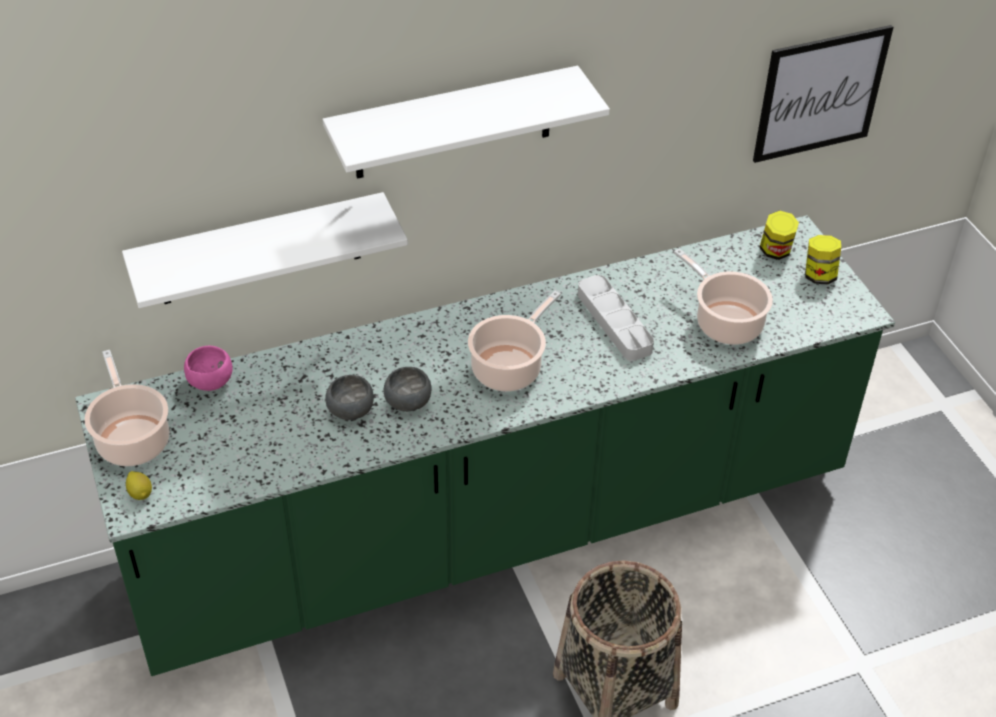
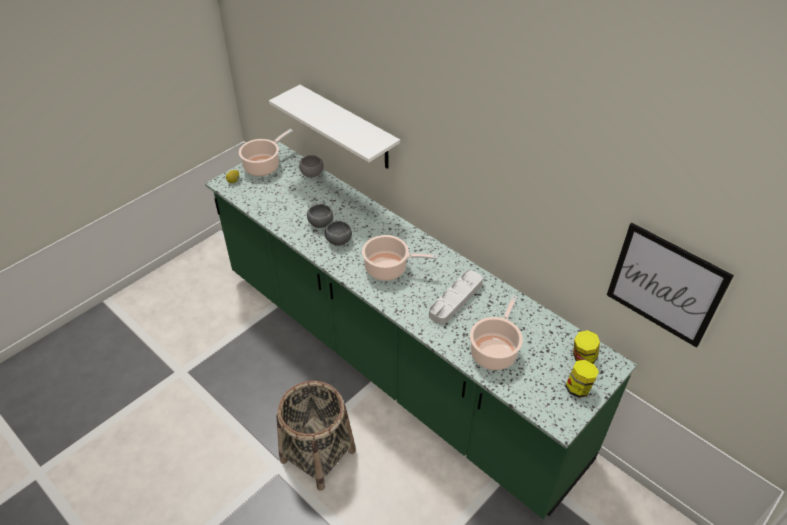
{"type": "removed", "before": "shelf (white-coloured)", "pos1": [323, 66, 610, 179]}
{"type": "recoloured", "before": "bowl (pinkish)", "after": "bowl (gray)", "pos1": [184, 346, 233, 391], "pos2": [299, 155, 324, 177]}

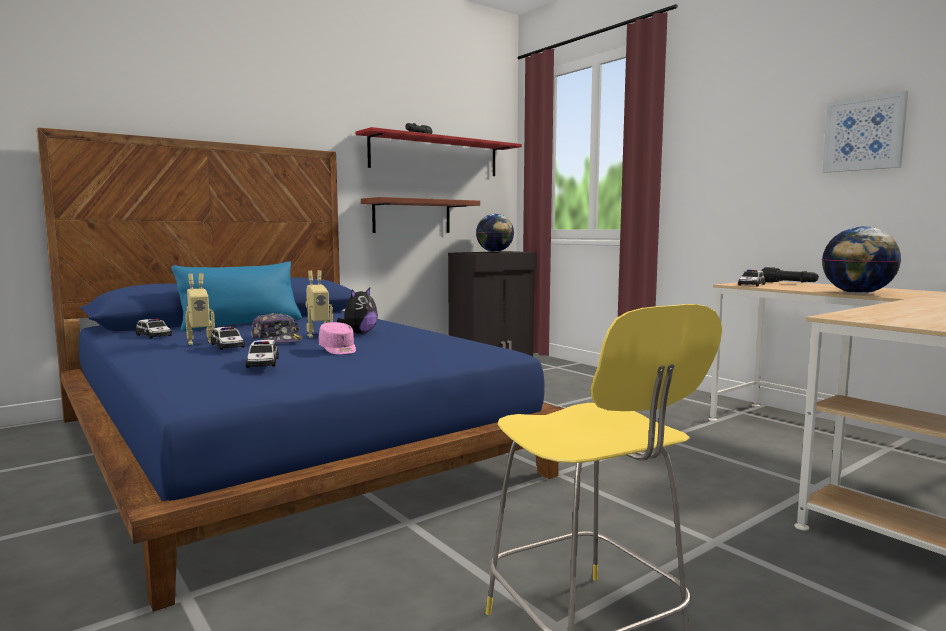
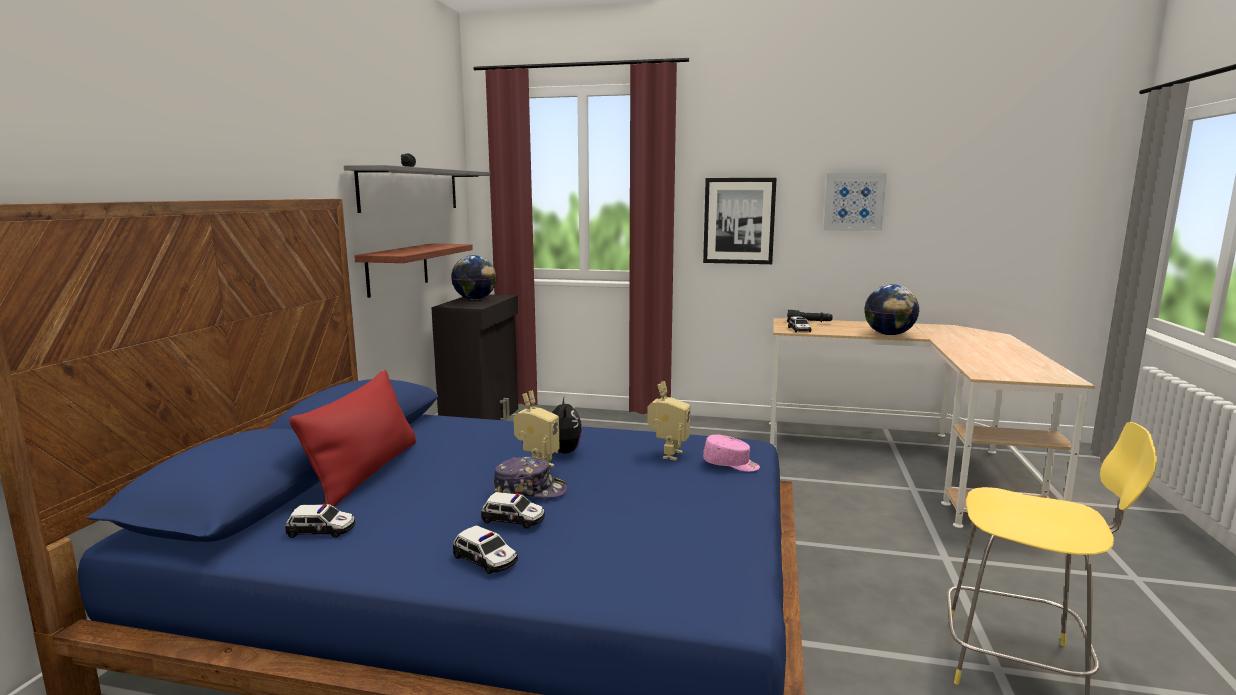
{"type": "recoloured", "before": "shelf (red-coloured)", "after": "shelf (gray)", "pos1": [356, 127, 522, 176], "pos2": [344, 165, 490, 213]}
{"type": "recoloured", "before": "cushion (bluish)", "after": "cushion (red-coloured)", "pos1": [171, 261, 302, 331], "pos2": [289, 370, 416, 507]}
{"type": "moved", "before": "model robot", "pos1": [185, 273, 215, 345], "pos2": [647, 381, 691, 461]}
{"type": "moved", "before": "cap (pinkish)", "pos1": [319, 322, 356, 355], "pos2": [703, 434, 760, 472]}
{"type": "moved", "before": "miniature car", "pos1": [246, 340, 279, 368], "pos2": [453, 525, 518, 574]}
{"type": "added", "after": "picture", "pos2": [703, 178, 777, 264]}

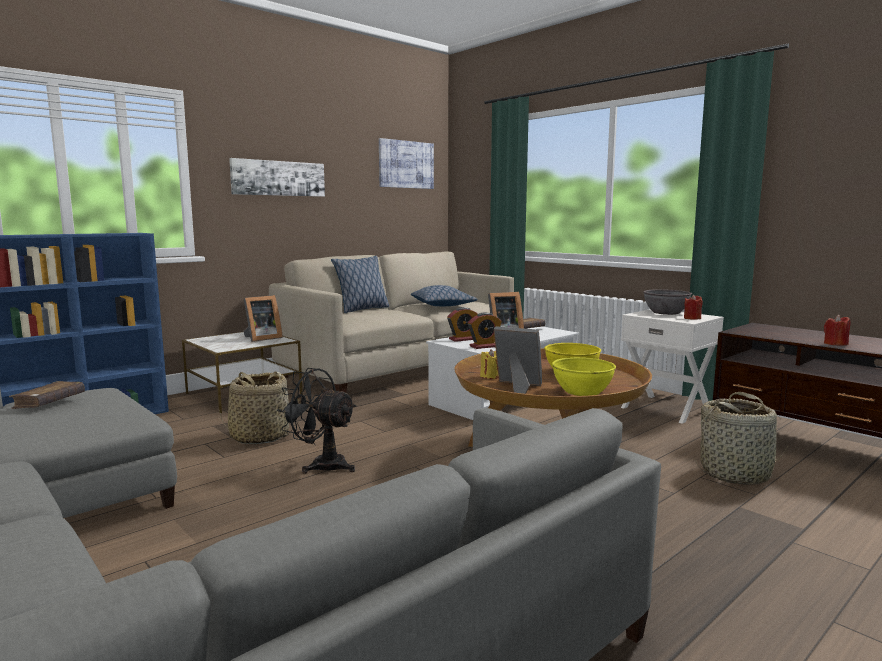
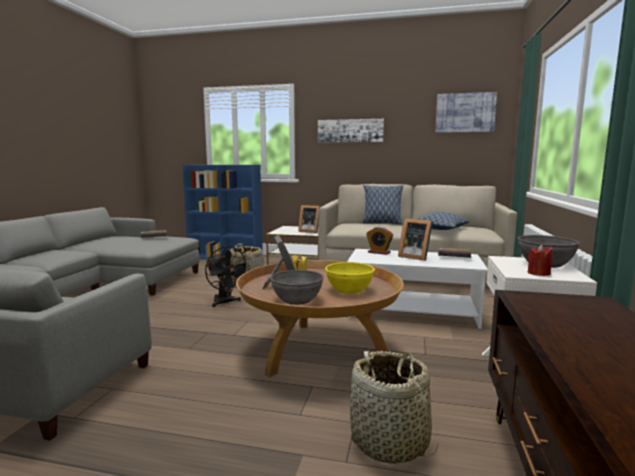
{"type": "removed", "before": "alarm clock", "pos1": [468, 312, 502, 349]}
{"type": "removed", "before": "wax light (red-coloured)", "pos1": [824, 315, 850, 345]}
{"type": "recoloured", "before": "bowl (yellow-coloured)", "after": "bowl (gray)", "pos1": [552, 357, 616, 396], "pos2": [270, 270, 324, 305]}
{"type": "turned", "before": "electric fan (blackish)", "pos1": [277, 368, 356, 474], "pos2": [205, 246, 249, 307], "turn": 150}

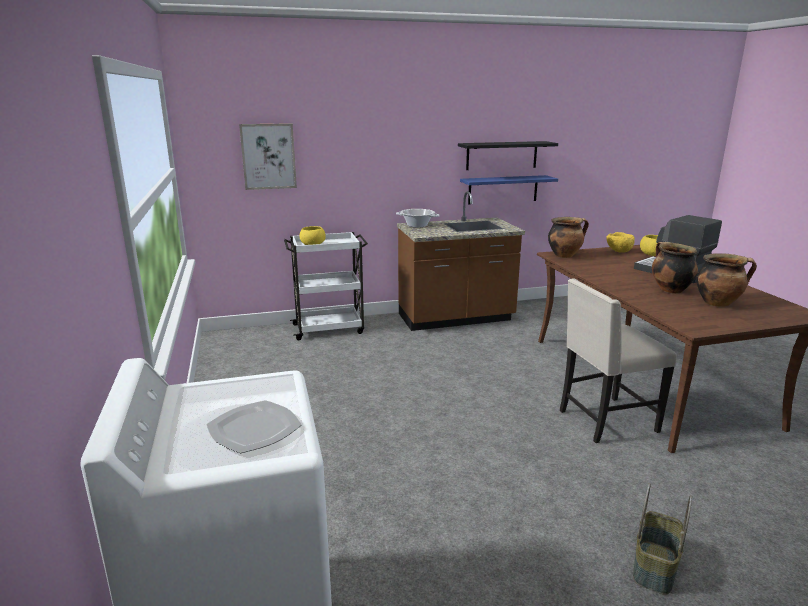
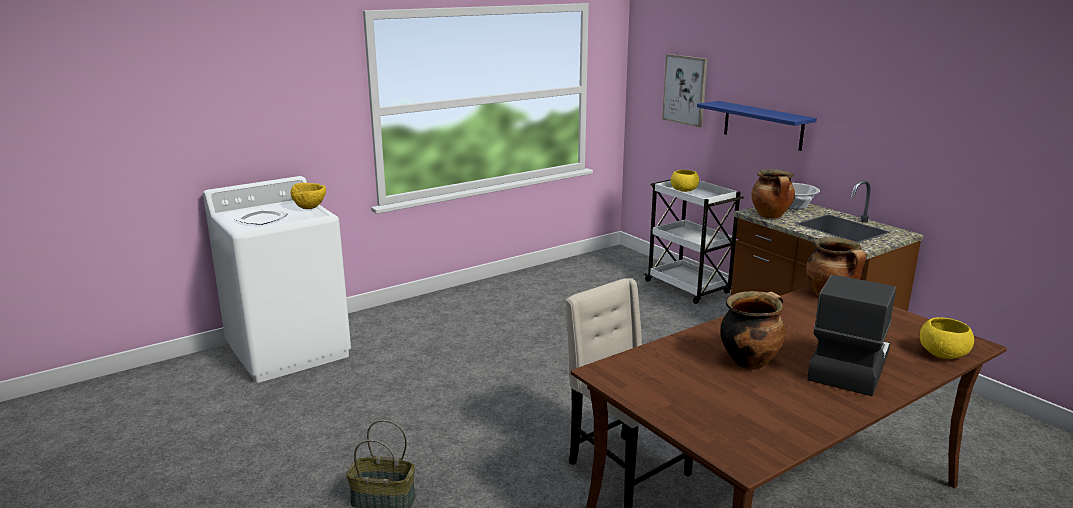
{"type": "removed", "before": "shelf (blackish)", "pos1": [458, 141, 558, 170]}
{"type": "moved", "before": "shelf (bluish)", "pos1": [460, 175, 558, 204], "pos2": [697, 101, 817, 151]}
{"type": "moved", "before": "bowl (yellow-coloured)", "pos1": [606, 232, 635, 253], "pos2": [291, 183, 326, 209]}
{"type": "moved", "before": "saucepot", "pos1": [696, 253, 757, 307], "pos2": [751, 169, 795, 219]}

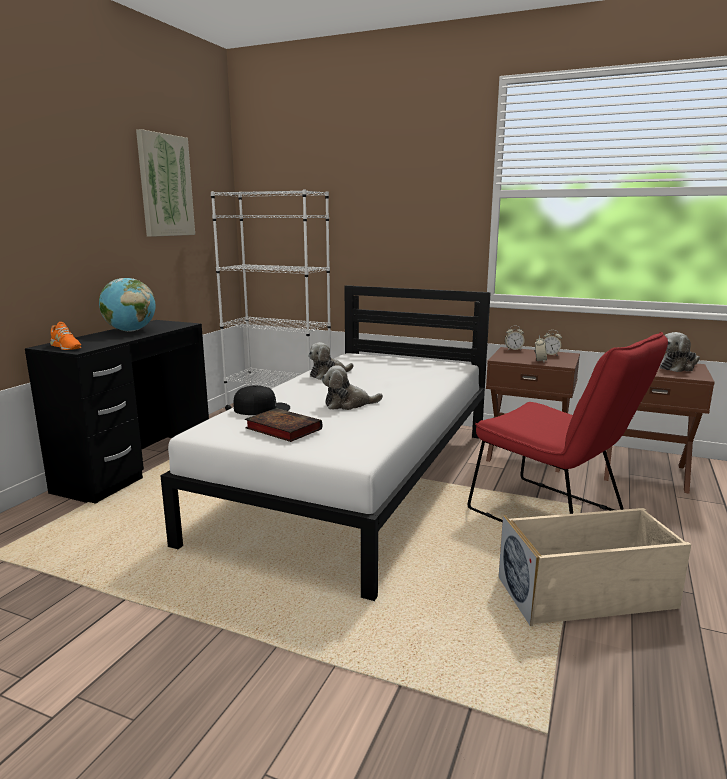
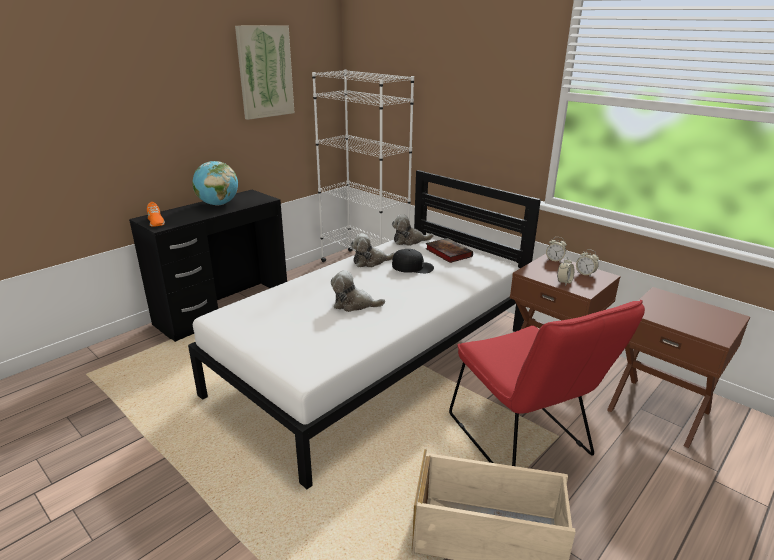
{"type": "moved", "before": "cuddly toy", "pos1": [659, 332, 700, 372], "pos2": [392, 214, 433, 246]}
{"type": "moved", "before": "cap (blackish)", "pos1": [233, 385, 290, 415], "pos2": [392, 249, 434, 273]}
{"type": "moved", "before": "bound book", "pos1": [245, 408, 322, 442], "pos2": [425, 238, 473, 263]}

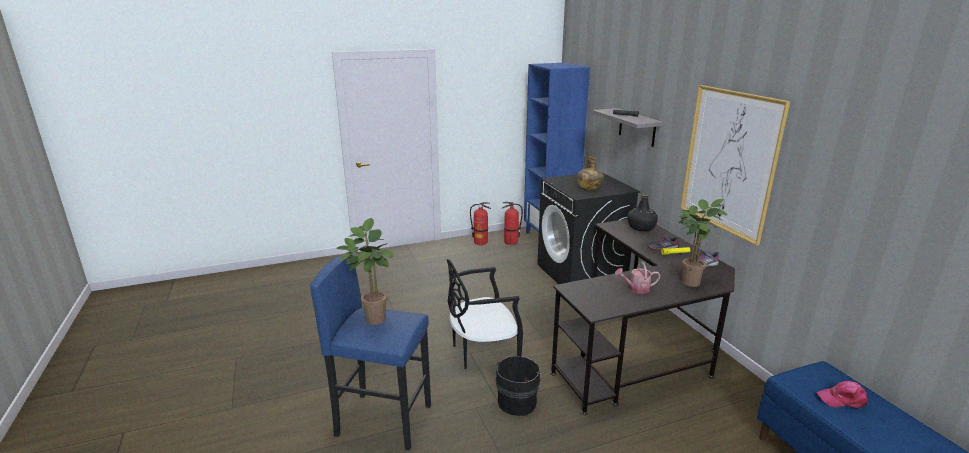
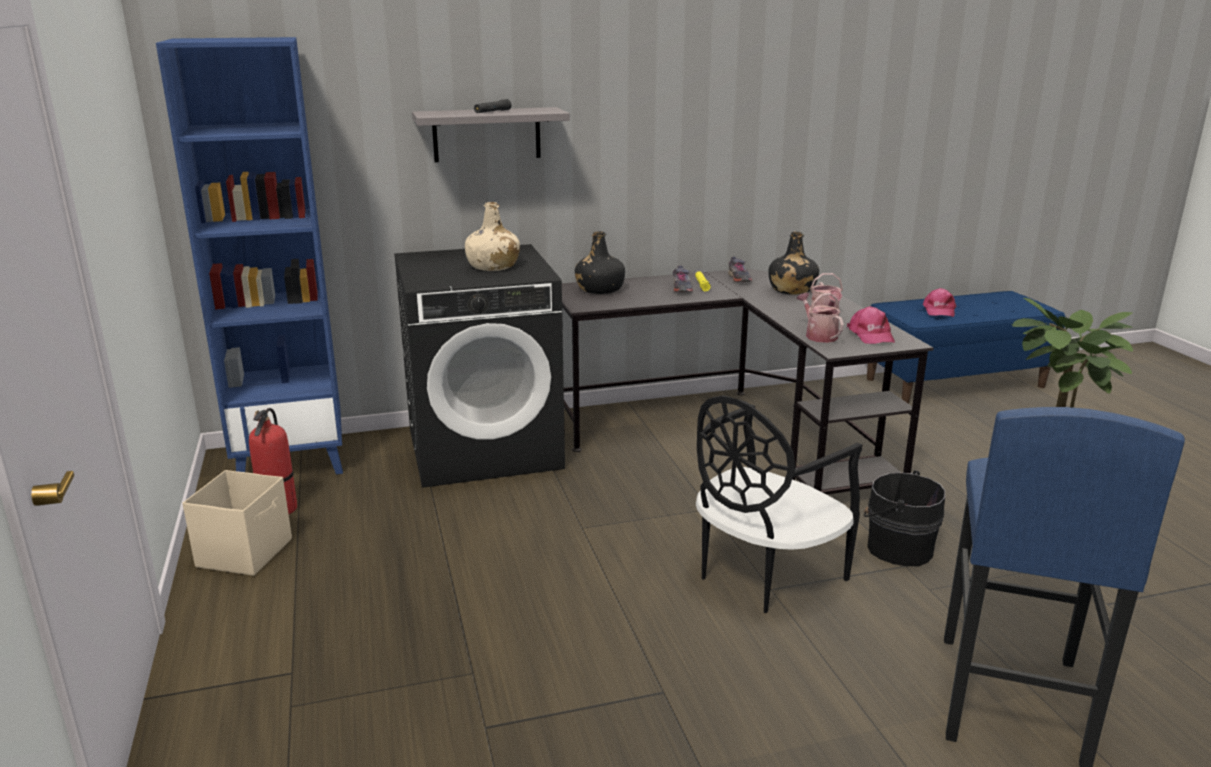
{"type": "removed", "before": "picture", "pos1": [680, 85, 790, 246]}
{"type": "recoloured", "before": "drink bottle (greenish)", "after": "drink bottle (sand-coloured)", "pos1": [577, 156, 604, 190], "pos2": [465, 202, 520, 271]}
{"type": "replaced", "before": "plant in a pot", "after": "drink bottle (blackish)", "pos1": [676, 199, 728, 287], "pos2": [768, 232, 819, 294]}
{"type": "replaced", "before": "fire extinguisher", "after": "storage container (sand-coloured)", "pos1": [470, 202, 491, 245], "pos2": [182, 470, 292, 576]}
{"type": "turned", "before": "upright chair (blackish)", "pos1": [447, 259, 523, 369], "pos2": [696, 395, 862, 613], "turn": 60}
{"type": "added", "after": "sprinkling can", "pos2": [797, 293, 844, 343]}
{"type": "added", "after": "cap (pinkish)", "pos2": [847, 306, 895, 344]}

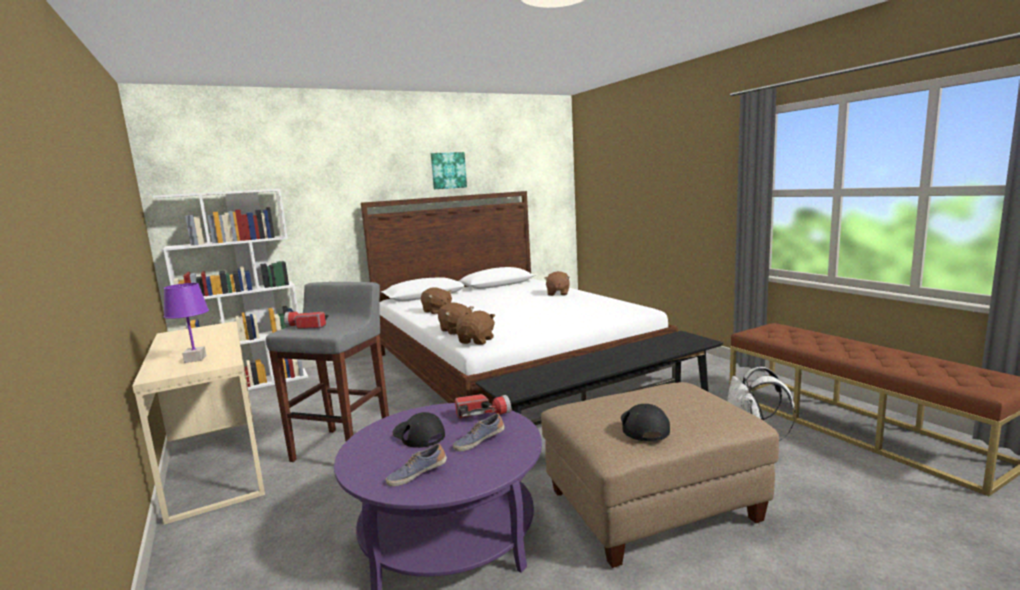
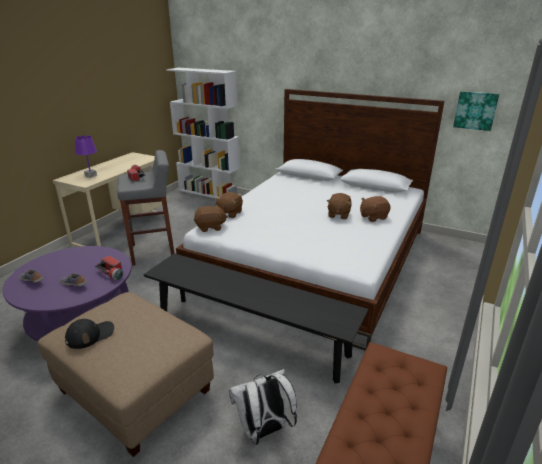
{"type": "moved", "before": "picture", "pos1": [431, 152, 467, 189], "pos2": [453, 91, 499, 131]}
{"type": "moved", "before": "cuddly toy (brown)", "pos1": [421, 288, 452, 315], "pos2": [327, 193, 352, 219]}
{"type": "removed", "before": "cap (blackish)", "pos1": [393, 412, 445, 448]}

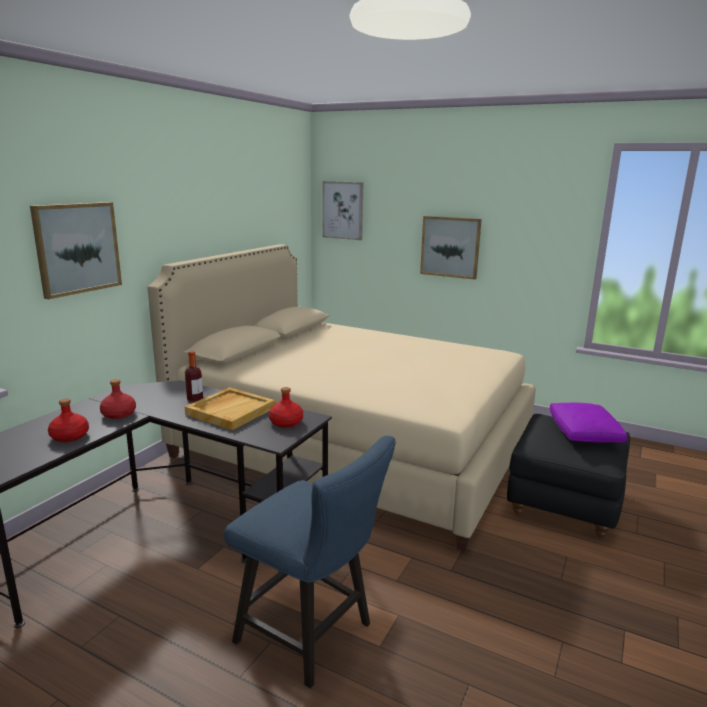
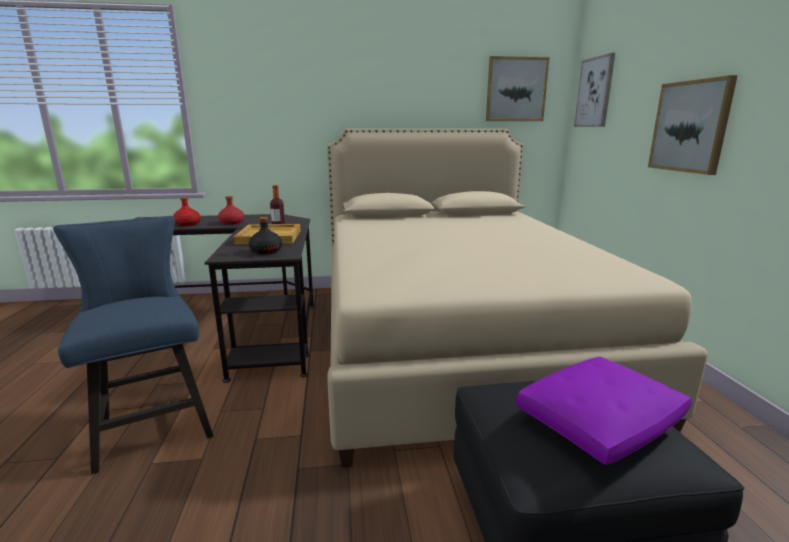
{"type": "moved", "before": "picture", "pos1": [30, 202, 122, 299], "pos2": [486, 56, 549, 121]}
{"type": "recoloured", "before": "drink bottle (red-coloured)", "after": "drink bottle (blackish)", "pos1": [269, 387, 303, 428], "pos2": [249, 217, 282, 254]}
{"type": "turned", "before": "upright chair (bluish)", "pos1": [224, 436, 396, 688], "pos2": [53, 216, 213, 474], "turn": 150}

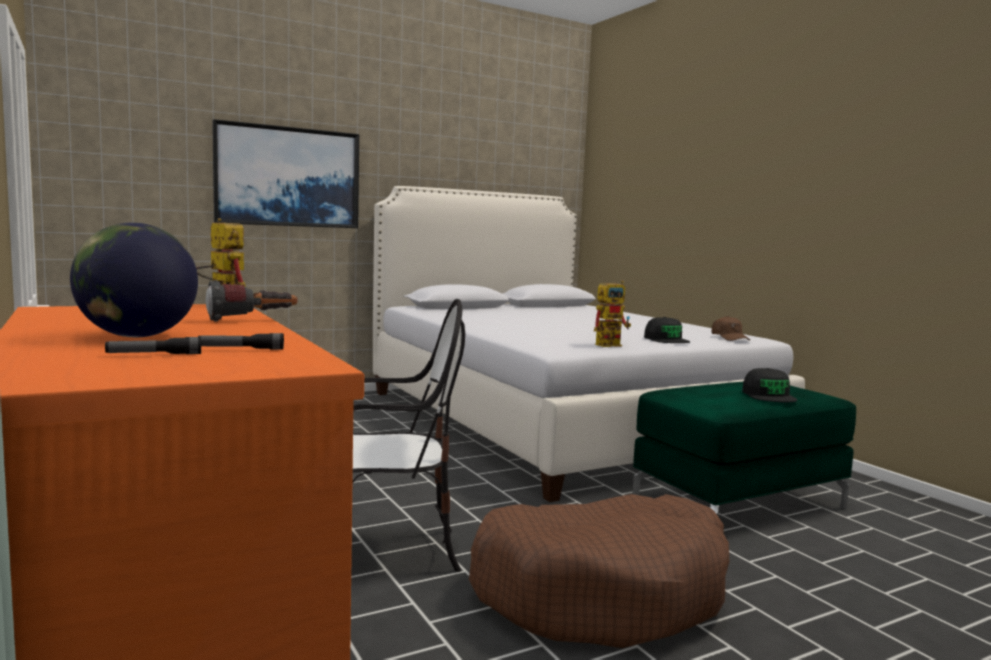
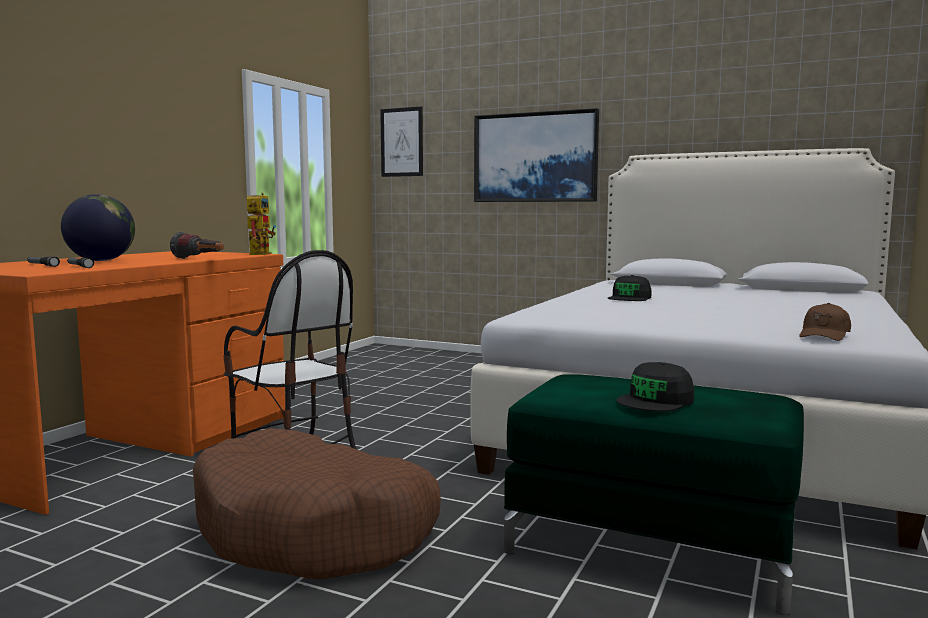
{"type": "removed", "before": "model robot", "pos1": [594, 281, 631, 347]}
{"type": "moved", "before": "cap (blackish)", "pos1": [644, 317, 690, 343], "pos2": [608, 275, 652, 301]}
{"type": "added", "after": "picture", "pos2": [380, 107, 423, 177]}

